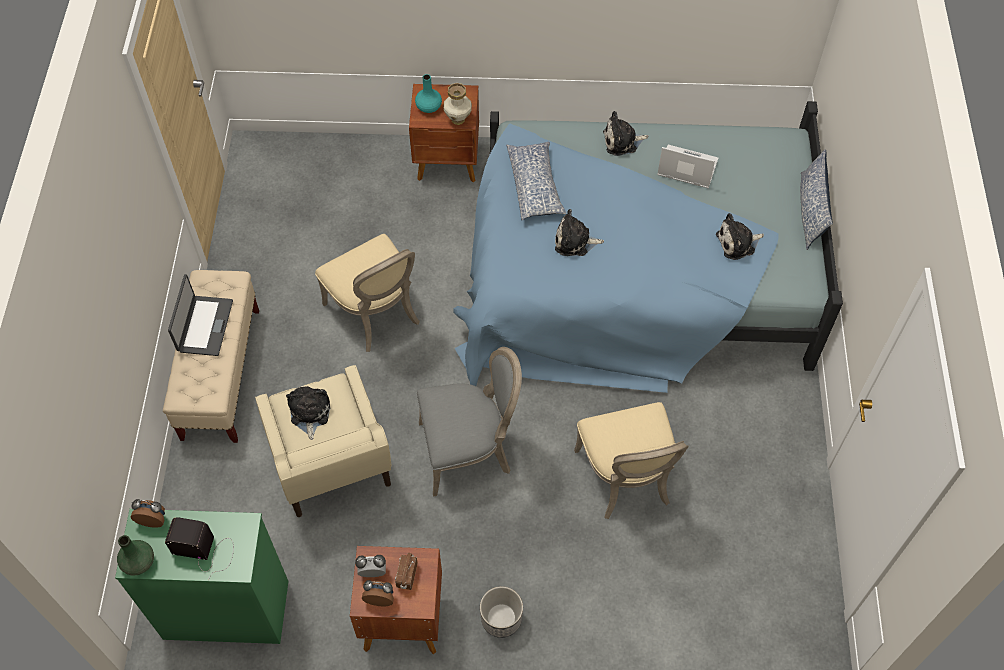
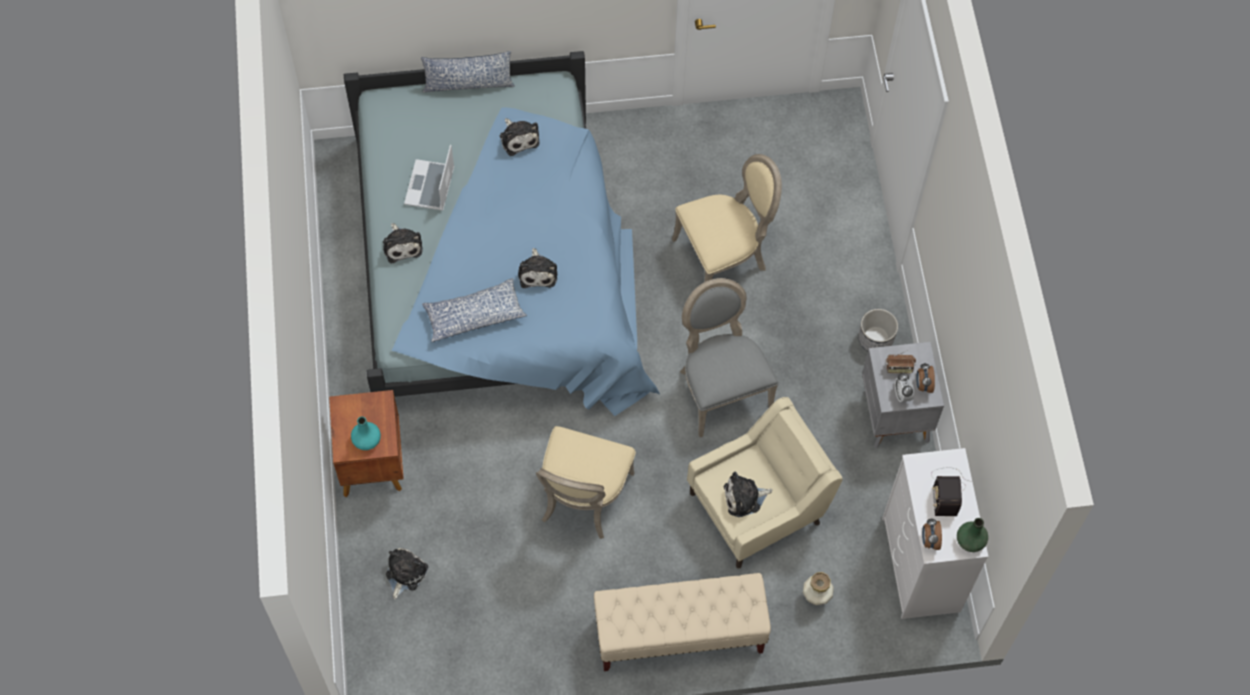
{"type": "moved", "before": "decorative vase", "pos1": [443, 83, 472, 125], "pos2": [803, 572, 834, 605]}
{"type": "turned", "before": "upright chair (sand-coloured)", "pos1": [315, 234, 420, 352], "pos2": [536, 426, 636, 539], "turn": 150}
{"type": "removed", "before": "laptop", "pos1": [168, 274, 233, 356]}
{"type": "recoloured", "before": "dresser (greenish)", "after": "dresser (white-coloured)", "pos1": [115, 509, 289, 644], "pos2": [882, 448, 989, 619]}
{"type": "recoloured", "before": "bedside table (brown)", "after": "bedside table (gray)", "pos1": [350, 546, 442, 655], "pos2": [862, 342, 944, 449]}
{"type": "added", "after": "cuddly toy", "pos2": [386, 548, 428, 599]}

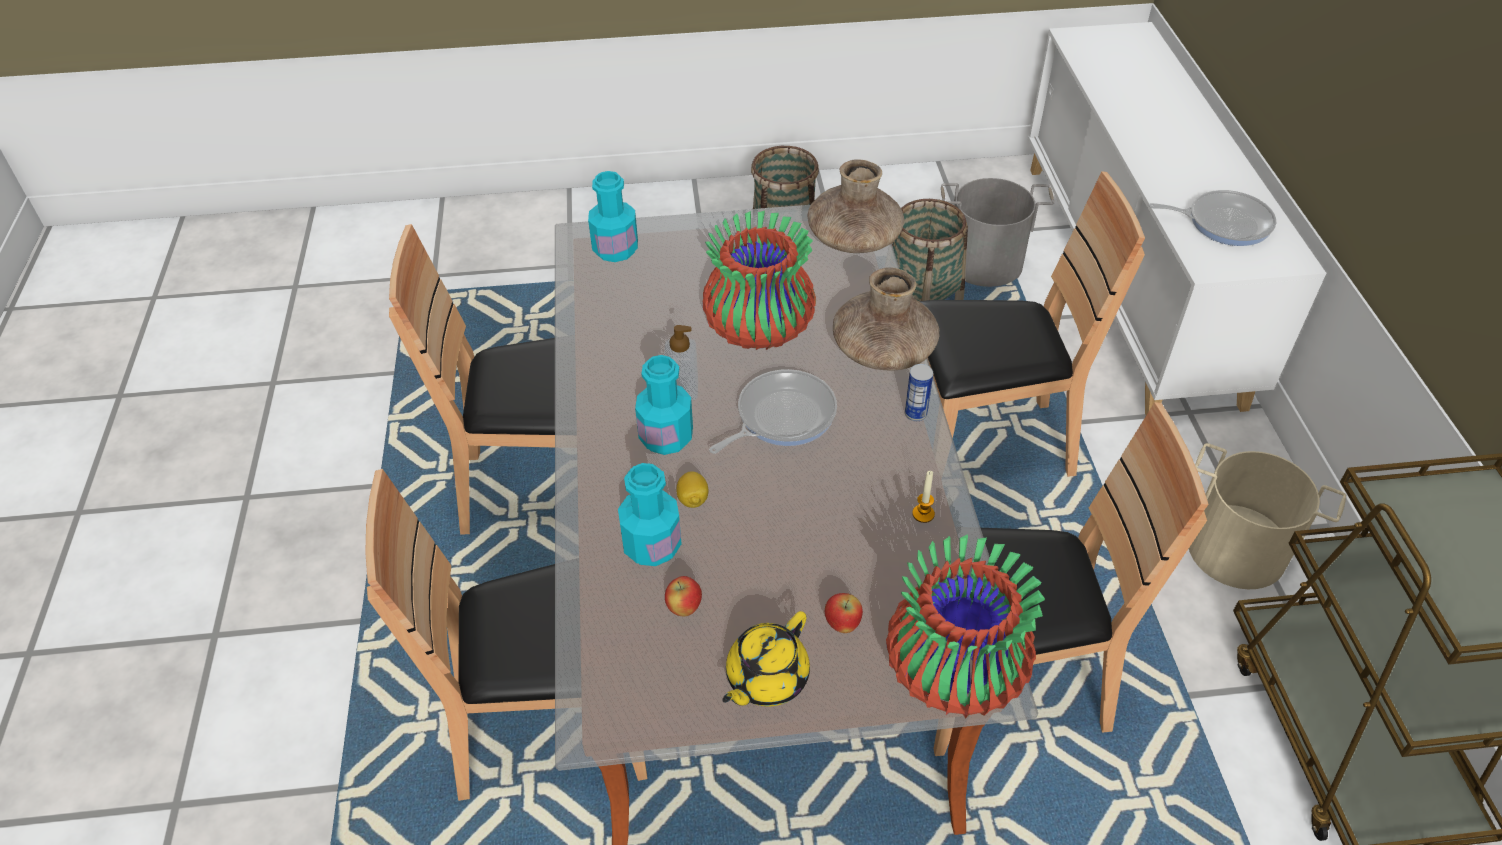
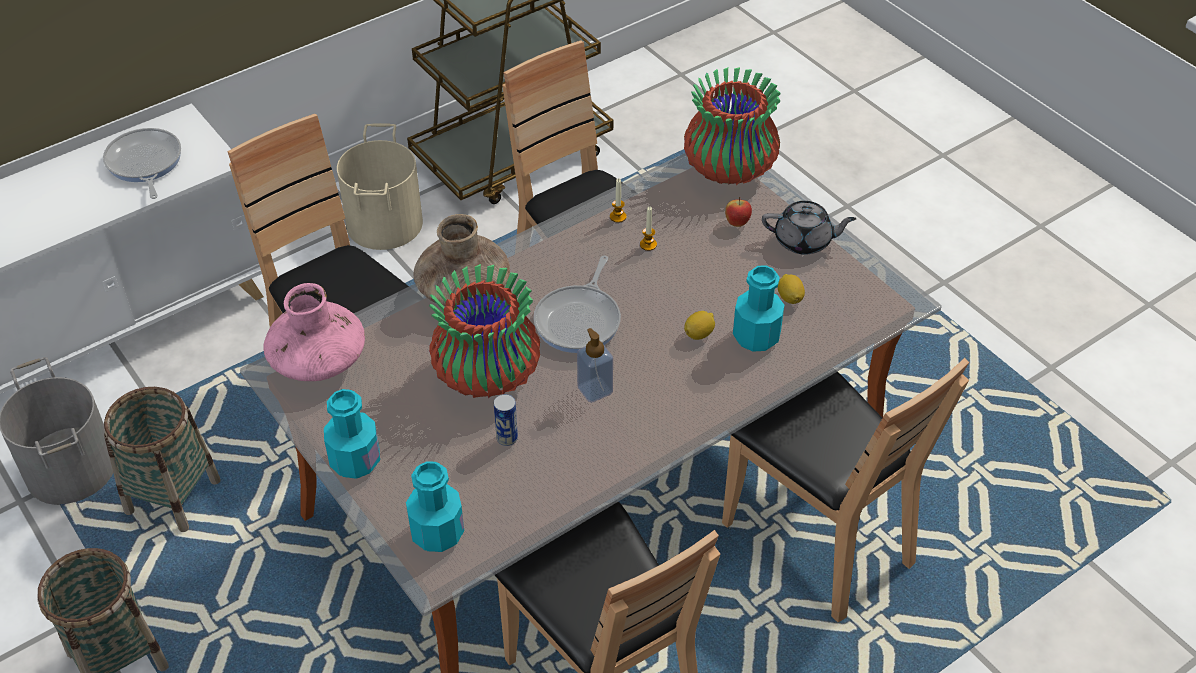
{"type": "recoloured", "before": "decorative vase (brown)", "after": "decorative vase (pinkish)", "pos1": [808, 159, 904, 253], "pos2": [263, 283, 365, 381]}
{"type": "moved", "before": "drink bottle (turquoise-coloured)", "pos1": [635, 355, 693, 455], "pos2": [324, 389, 380, 479]}
{"type": "moved", "before": "sealed can", "pos1": [905, 364, 933, 421], "pos2": [494, 394, 518, 446]}
{"type": "turned", "before": "frying pan", "pos1": [709, 369, 837, 454], "pos2": [533, 256, 621, 353], "turn": -90}
{"type": "replaced", "before": "apple fruit", "after": "whole lemon", "pos1": [665, 576, 702, 616], "pos2": [778, 274, 805, 304]}
{"type": "recoloured", "before": "teapot (yellow-coloured)", "after": "teapot (gray)", "pos1": [722, 611, 810, 706], "pos2": [762, 201, 857, 255]}
{"type": "added", "after": "wax light", "pos2": [640, 206, 657, 251]}

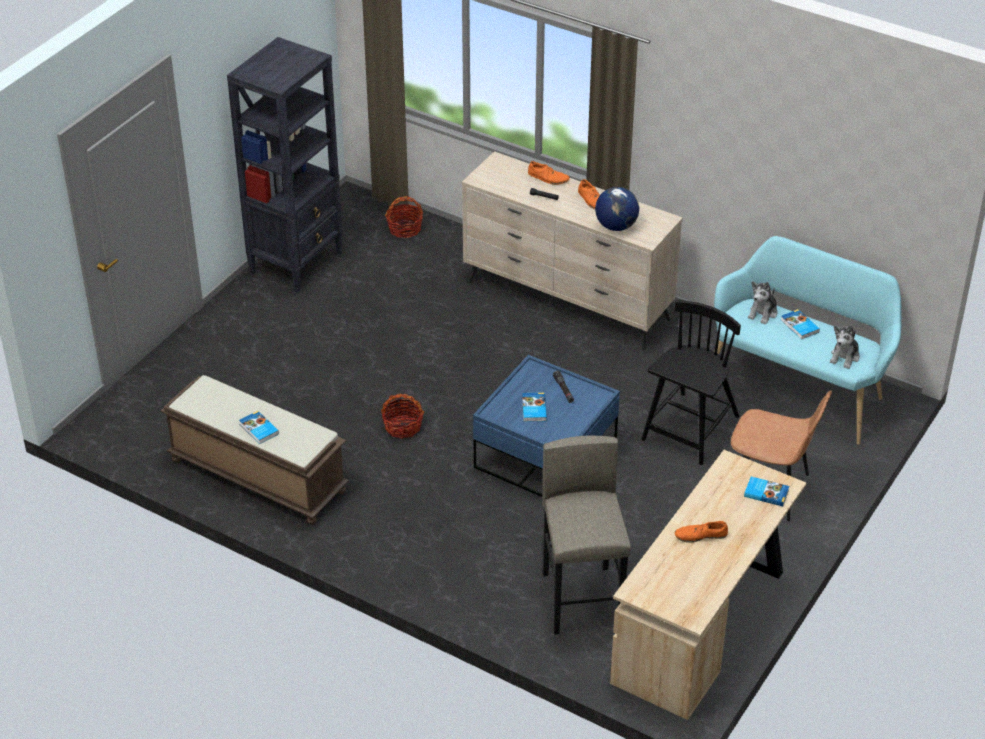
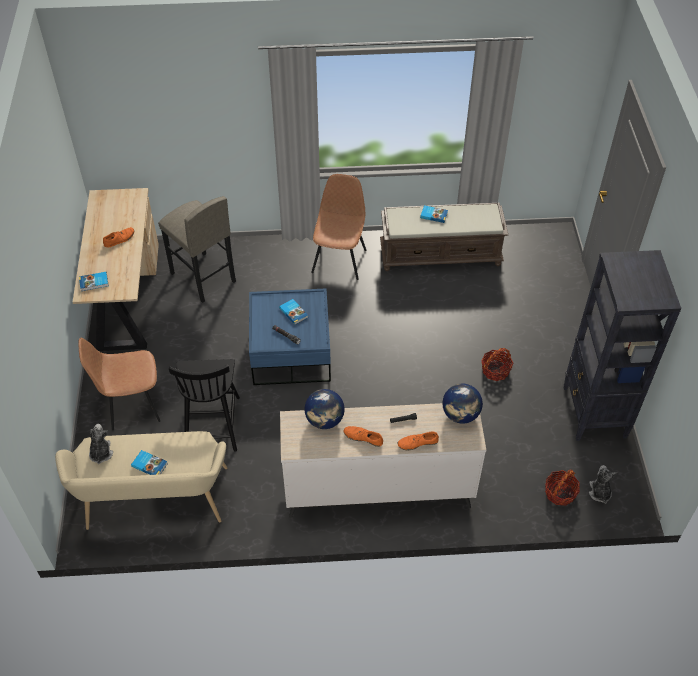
{"type": "recoloured", "before": "long seat (turquoise-coloured)", "after": "long seat (sand-coloured)", "pos1": [714, 236, 902, 445], "pos2": [55, 431, 227, 530]}
{"type": "moved", "before": "cuddly toy", "pos1": [748, 281, 777, 325], "pos2": [589, 465, 617, 504]}
{"type": "moved", "before": "storage basket", "pos1": [381, 393, 424, 439], "pos2": [481, 348, 513, 381]}
{"type": "added", "after": "upright chair (brown)", "pos2": [311, 174, 366, 280]}
{"type": "added", "after": "desk globe", "pos2": [442, 384, 483, 424]}

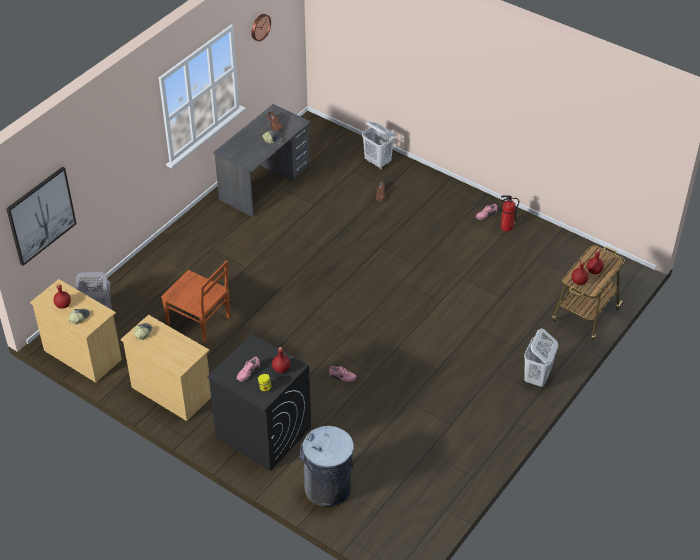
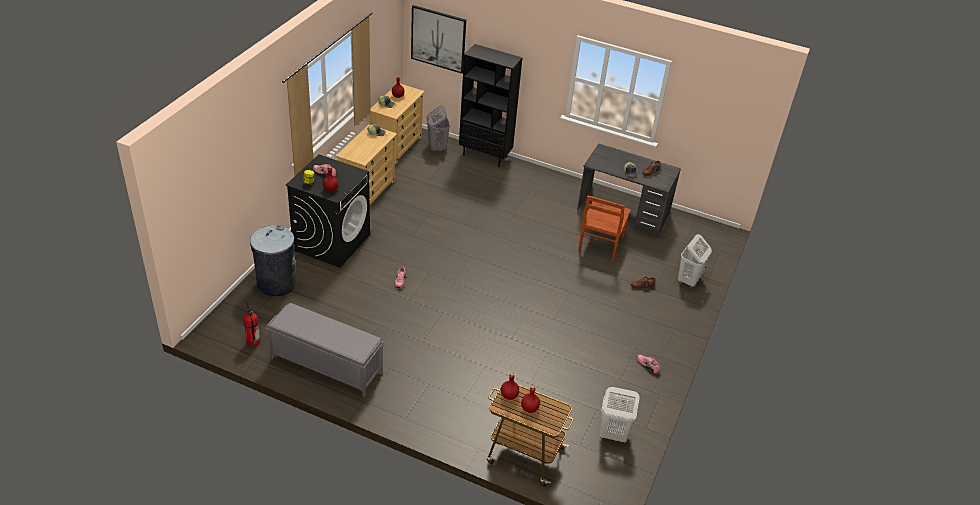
{"type": "removed", "before": "wall clock", "pos1": [251, 14, 271, 41]}
{"type": "moved", "before": "fire extinguisher", "pos1": [501, 195, 519, 231], "pos2": [243, 301, 260, 346]}
{"type": "moved", "before": "upright chair (brown)", "pos1": [161, 260, 230, 344], "pos2": [578, 196, 631, 261]}
{"type": "moved", "before": "hamper (white-coloured)", "pos1": [524, 329, 558, 388], "pos2": [599, 387, 640, 442]}
{"type": "added", "after": "bookshelf (blackish)", "pos2": [459, 44, 523, 167]}
{"type": "added", "after": "long seat (gray)", "pos2": [266, 303, 384, 397]}

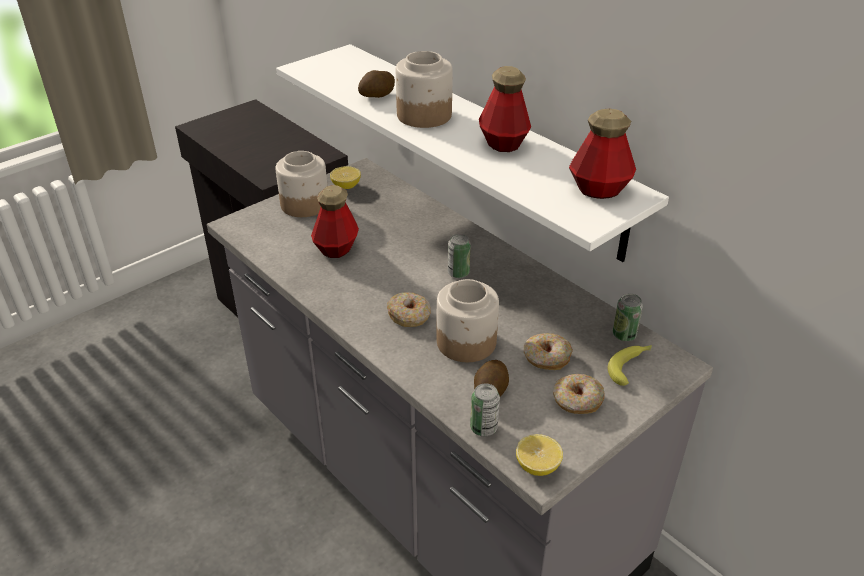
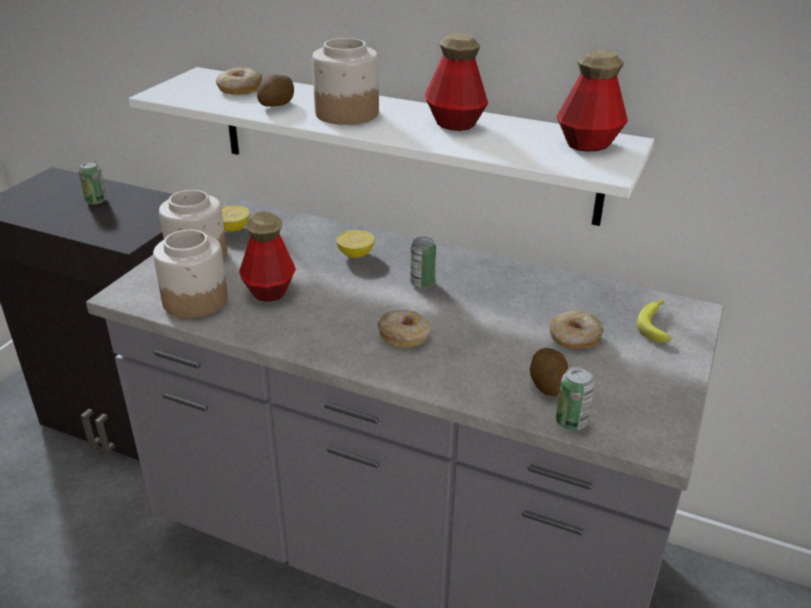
{"type": "moved", "before": "storage jar", "pos1": [437, 279, 499, 362], "pos2": [153, 230, 228, 318]}
{"type": "moved", "before": "sealed can", "pos1": [613, 294, 643, 341], "pos2": [78, 161, 107, 204]}
{"type": "moved", "before": "doughnut", "pos1": [553, 374, 605, 414], "pos2": [216, 68, 263, 95]}
{"type": "moved", "before": "whole lemon", "pos1": [516, 434, 563, 476], "pos2": [336, 230, 375, 258]}

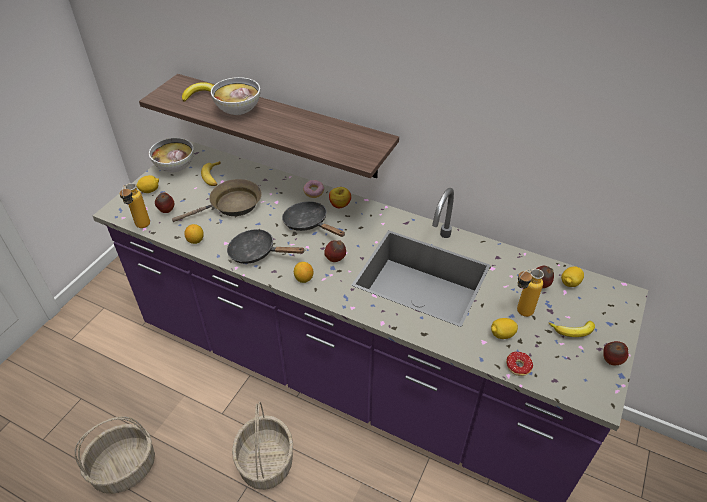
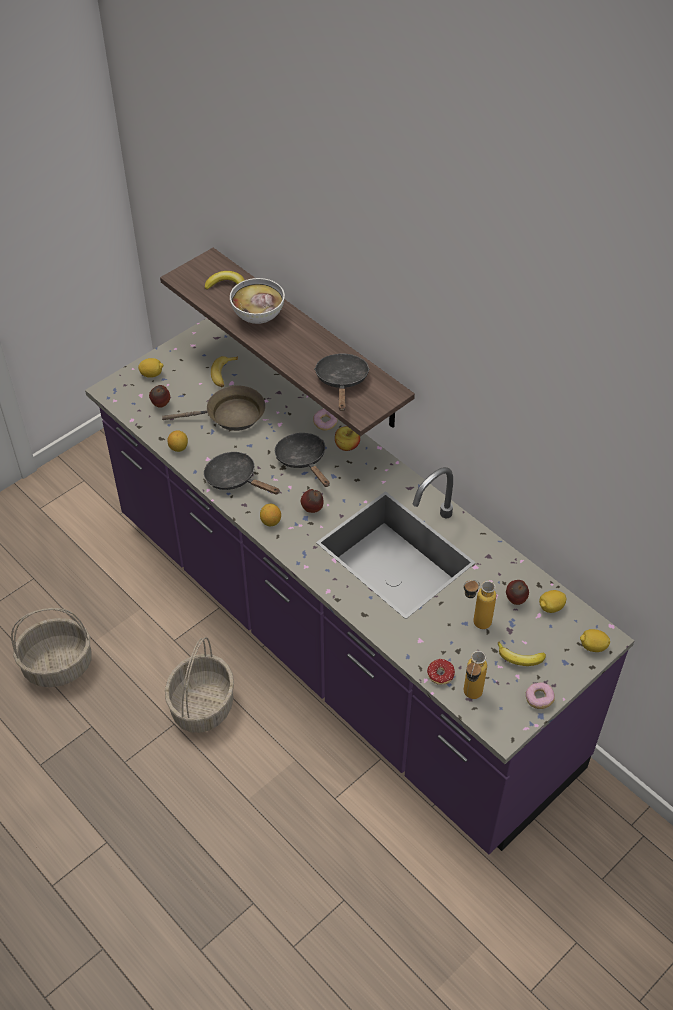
{"type": "removed", "before": "bowl", "pos1": [149, 138, 194, 172]}
{"type": "moved", "before": "drink bottle", "pos1": [119, 183, 150, 228], "pos2": [464, 651, 487, 699]}
{"type": "moved", "before": "whole lemon", "pos1": [491, 318, 518, 339], "pos2": [580, 629, 610, 652]}
{"type": "replaced", "before": "apple fruit", "after": "doughnut", "pos1": [603, 341, 629, 365], "pos2": [526, 682, 555, 709]}
{"type": "added", "after": "frying pan (blackish)", "pos2": [314, 353, 370, 411]}

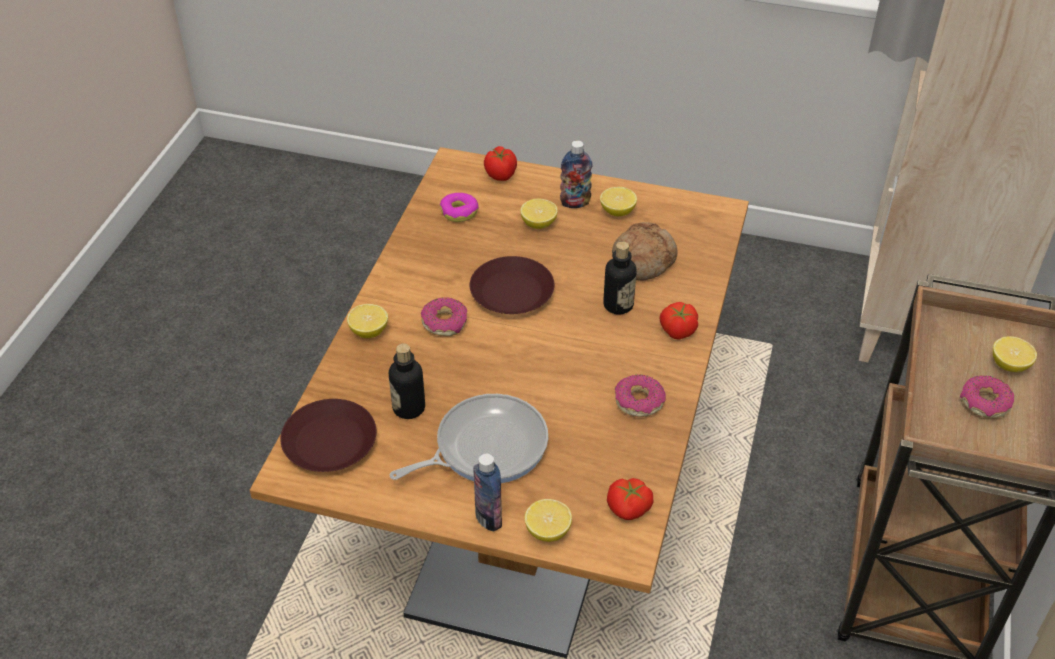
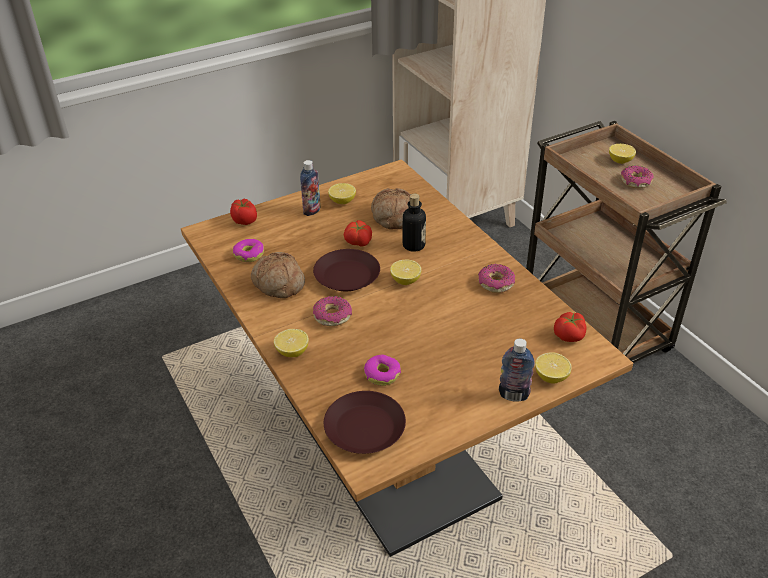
{"type": "moved", "before": "whole lemon", "pos1": [520, 199, 558, 229], "pos2": [390, 259, 422, 285]}
{"type": "moved", "before": "fresh tomato", "pos1": [660, 302, 698, 340], "pos2": [344, 220, 372, 246]}
{"type": "replaced", "before": "drink bottle", "after": "doughnut", "pos1": [389, 343, 425, 419], "pos2": [364, 355, 401, 386]}
{"type": "removed", "before": "frying pan", "pos1": [389, 394, 548, 483]}
{"type": "added", "after": "bakery bread", "pos2": [251, 252, 305, 298]}

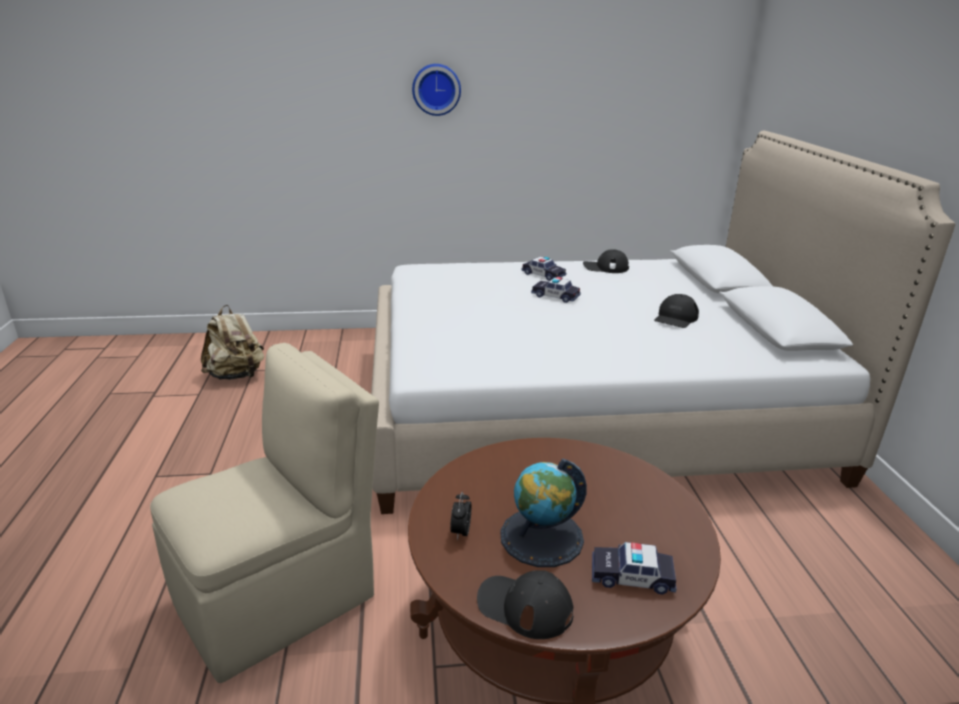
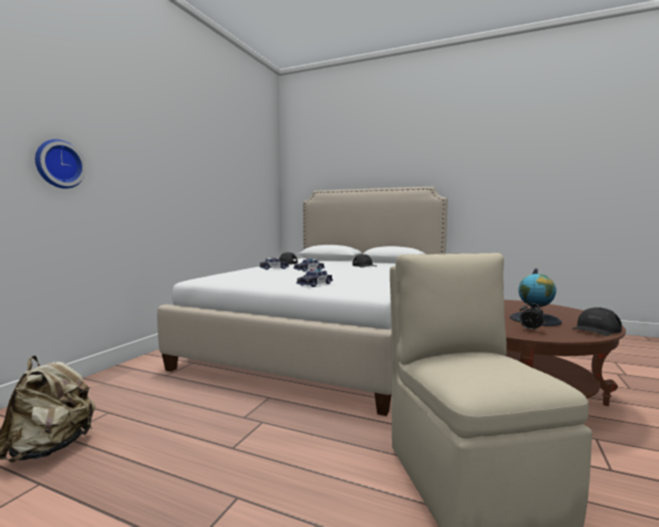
{"type": "moved", "before": "wall clock", "pos1": [412, 64, 461, 116], "pos2": [35, 139, 86, 189]}
{"type": "moved", "before": "miniature car", "pos1": [592, 542, 677, 594], "pos2": [296, 269, 333, 287]}

